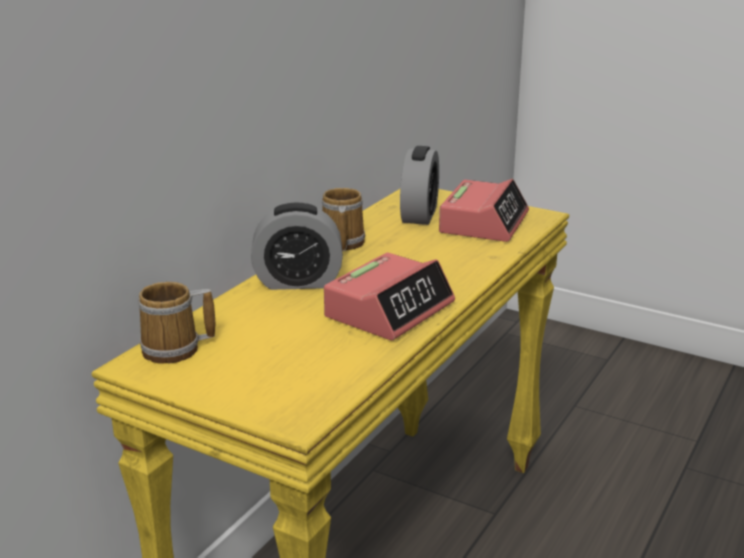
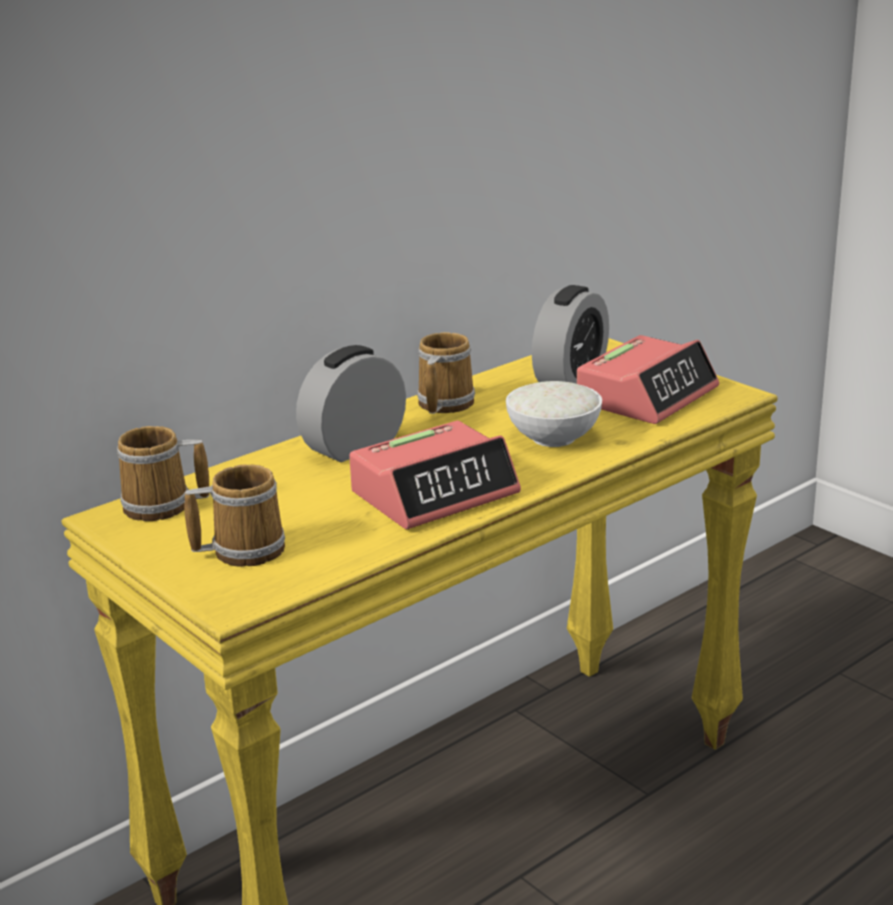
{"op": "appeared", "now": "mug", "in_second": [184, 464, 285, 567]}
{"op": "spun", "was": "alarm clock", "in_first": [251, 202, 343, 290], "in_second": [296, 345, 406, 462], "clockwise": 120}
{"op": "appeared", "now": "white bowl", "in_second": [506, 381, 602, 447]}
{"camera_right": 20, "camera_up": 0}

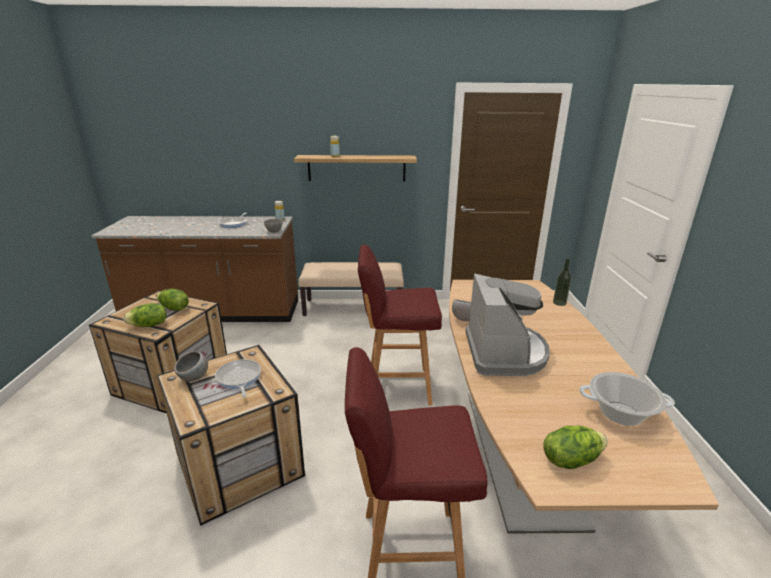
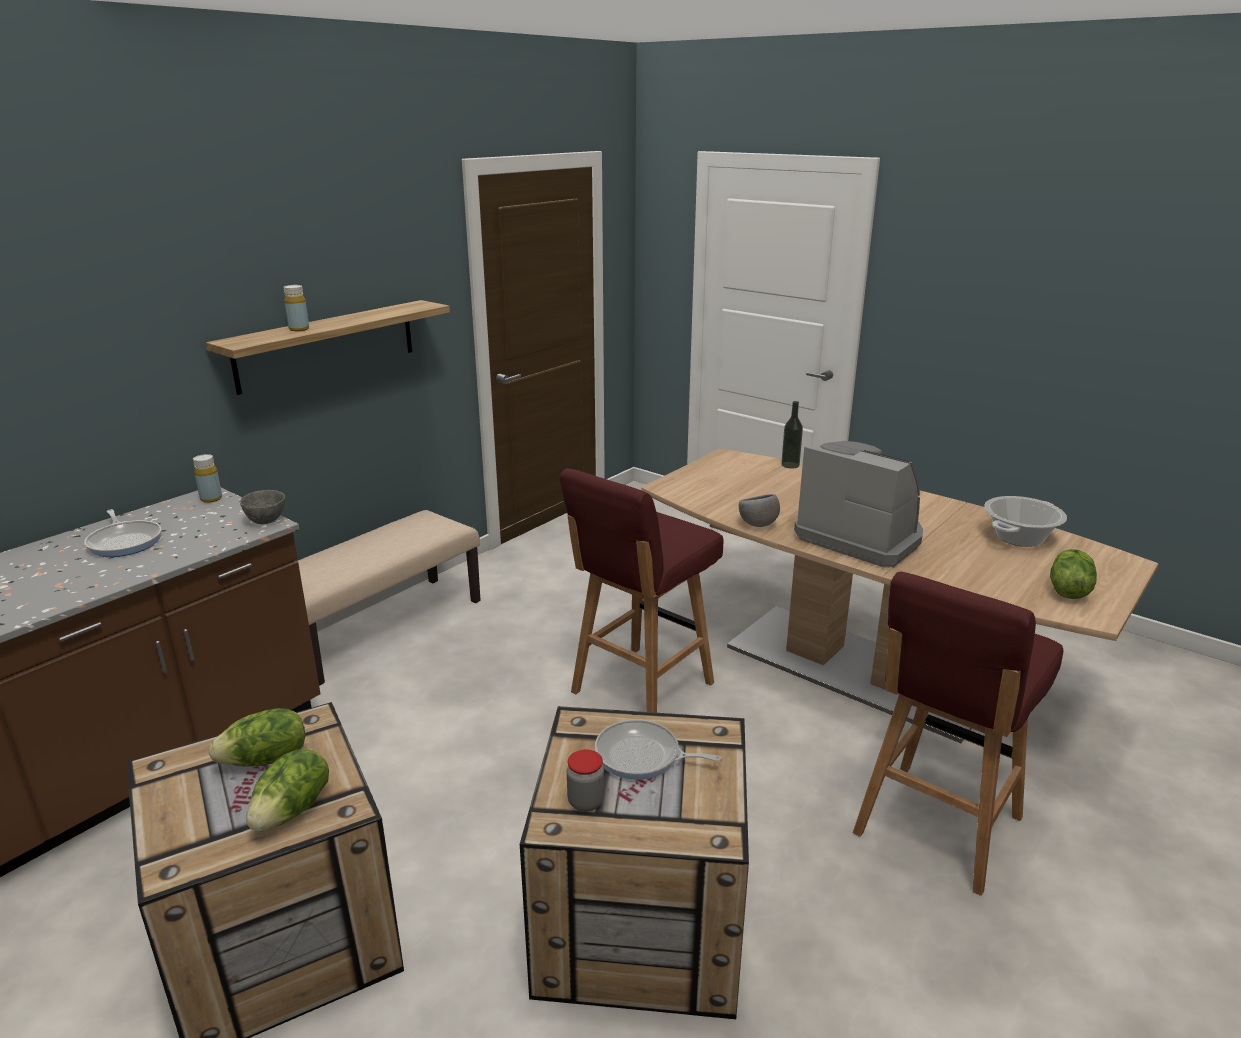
{"op": "exchanged", "was": "grey bowl", "now": "jar", "in_first": [174, 351, 208, 382], "in_second": [567, 749, 604, 812]}
{"camera_right": -50, "camera_up": 0}

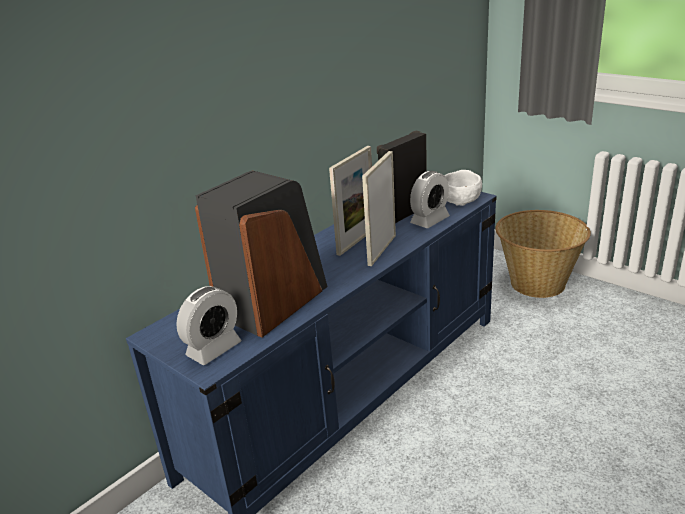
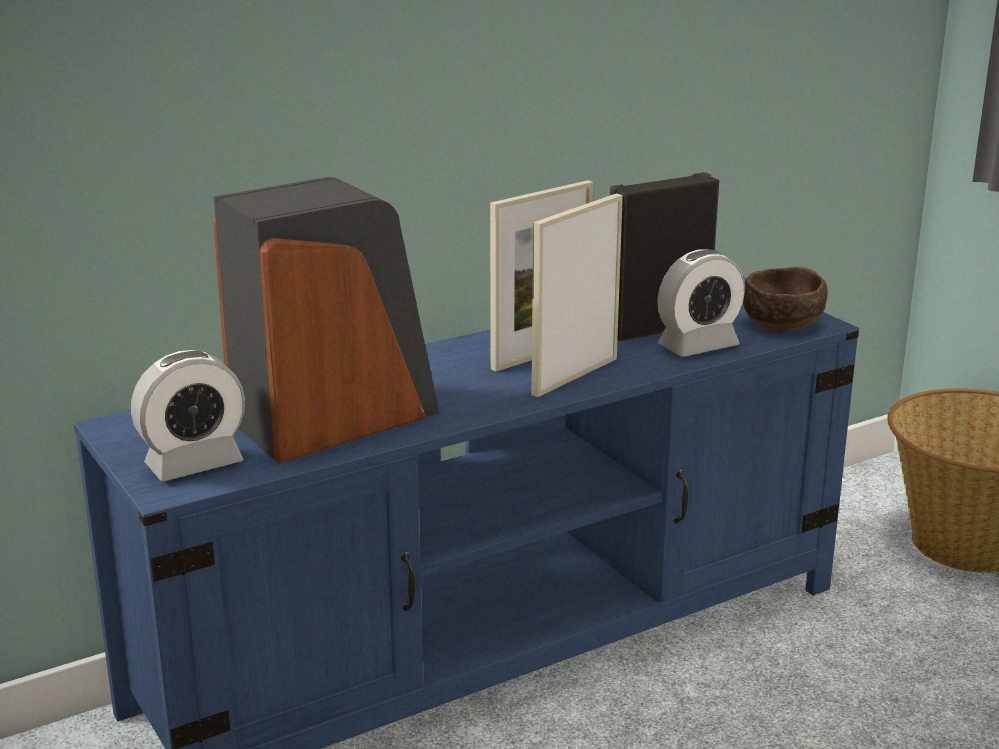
{"op": "colour", "was": "white bowl", "now": "brown bowl", "in_first": [444, 170, 482, 206], "in_second": [743, 266, 828, 333]}
{"camera_right": 15, "camera_up": -5}

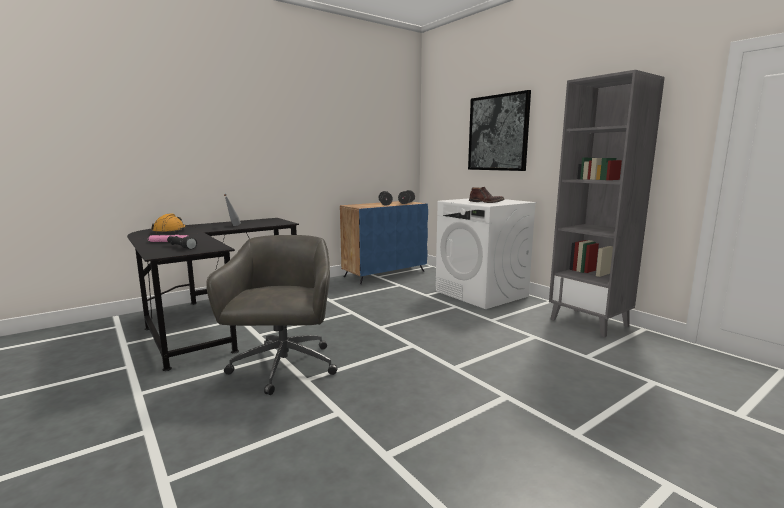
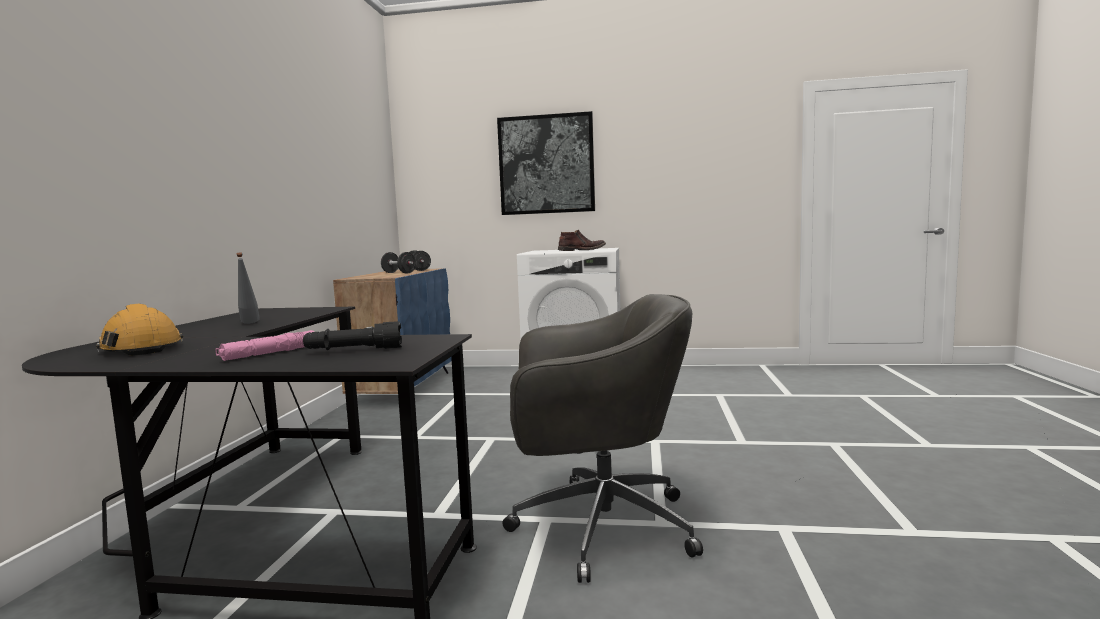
{"op": "spun", "was": "grey office chair", "in_first": [206, 235, 338, 395], "in_second": [502, 294, 703, 583], "clockwise": 135}
{"op": "missing", "was": "grey bookcase", "in_first": [549, 70, 665, 338]}
{"camera_right": -45, "camera_up": -5}

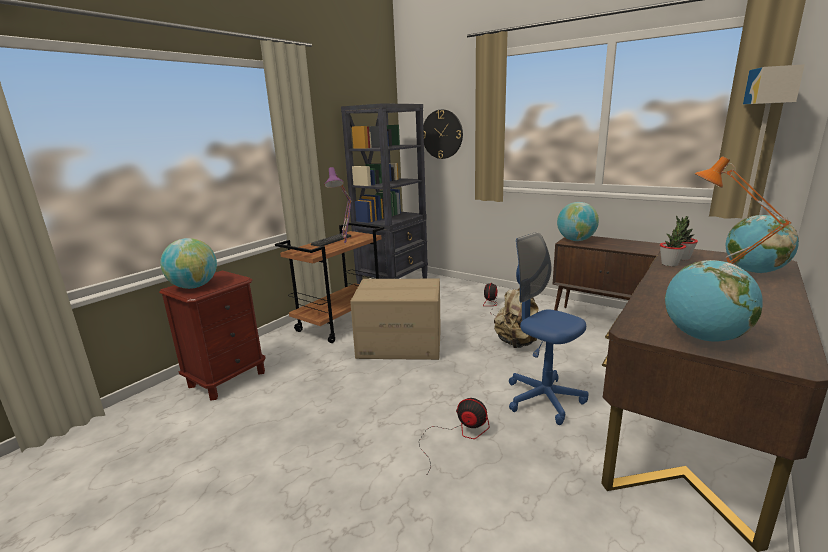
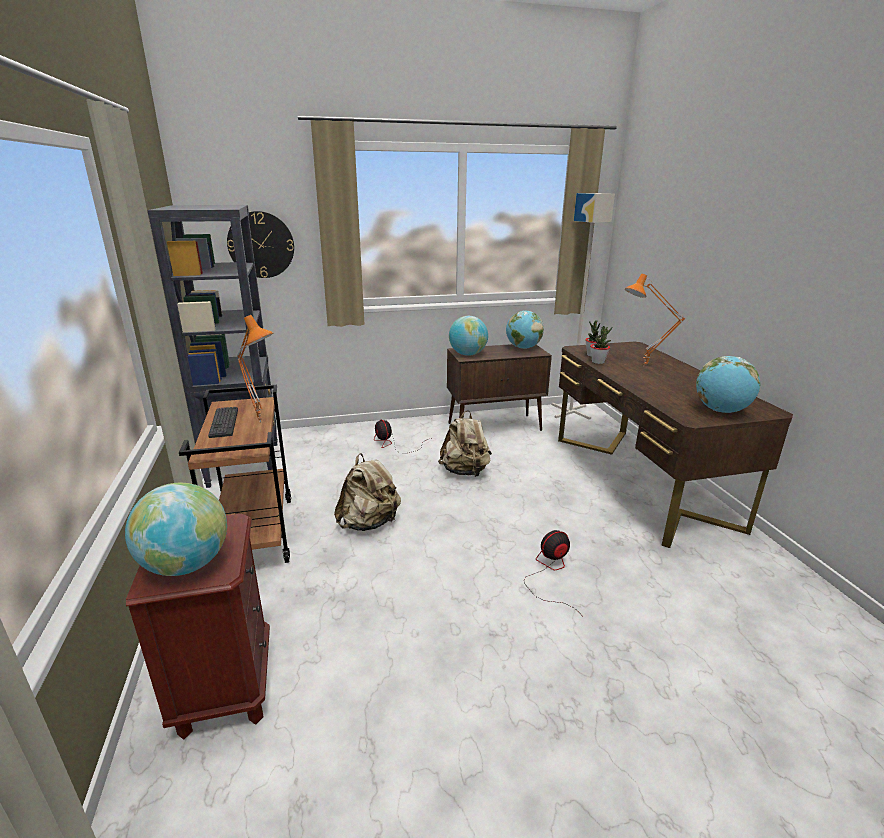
{"op": "colour", "was": "purple table lamp", "now": "orange table lamp", "in_first": [324, 167, 352, 243], "in_second": [237, 315, 273, 423]}
{"op": "exchanged", "was": "cardboard box", "now": "beige backpack", "in_first": [350, 279, 441, 360], "in_second": [334, 453, 401, 531]}
{"op": "relocated", "was": "globe", "in_first": [726, 215, 799, 273], "in_second": [506, 311, 544, 349]}
{"op": "missing", "was": "blue office chair", "in_first": [509, 232, 588, 425]}
{"camera_right": -50, "camera_up": 5}

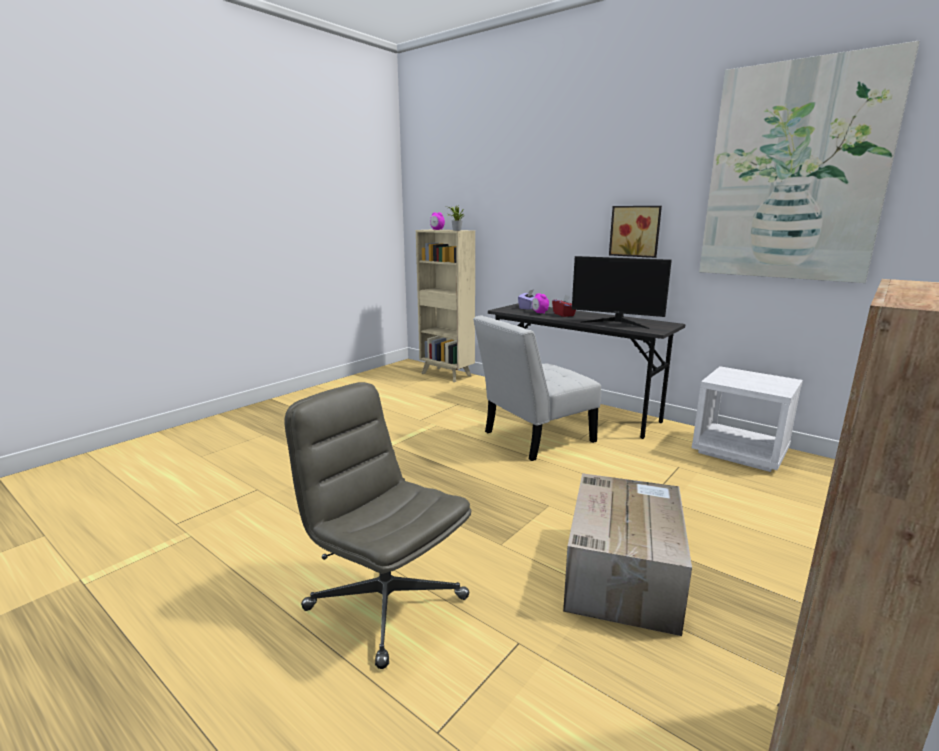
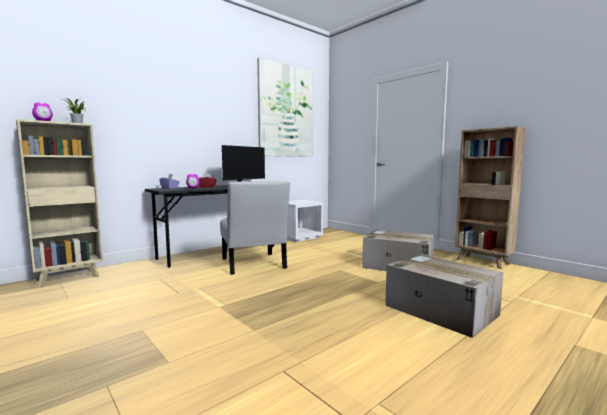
{"op": "exchanged", "was": "grey office chair", "now": "cardboard box", "in_first": [285, 382, 471, 669], "in_second": [385, 254, 503, 338]}
{"op": "missing", "was": "picture", "in_first": [609, 206, 662, 258]}
{"camera_right": -80, "camera_up": -10}

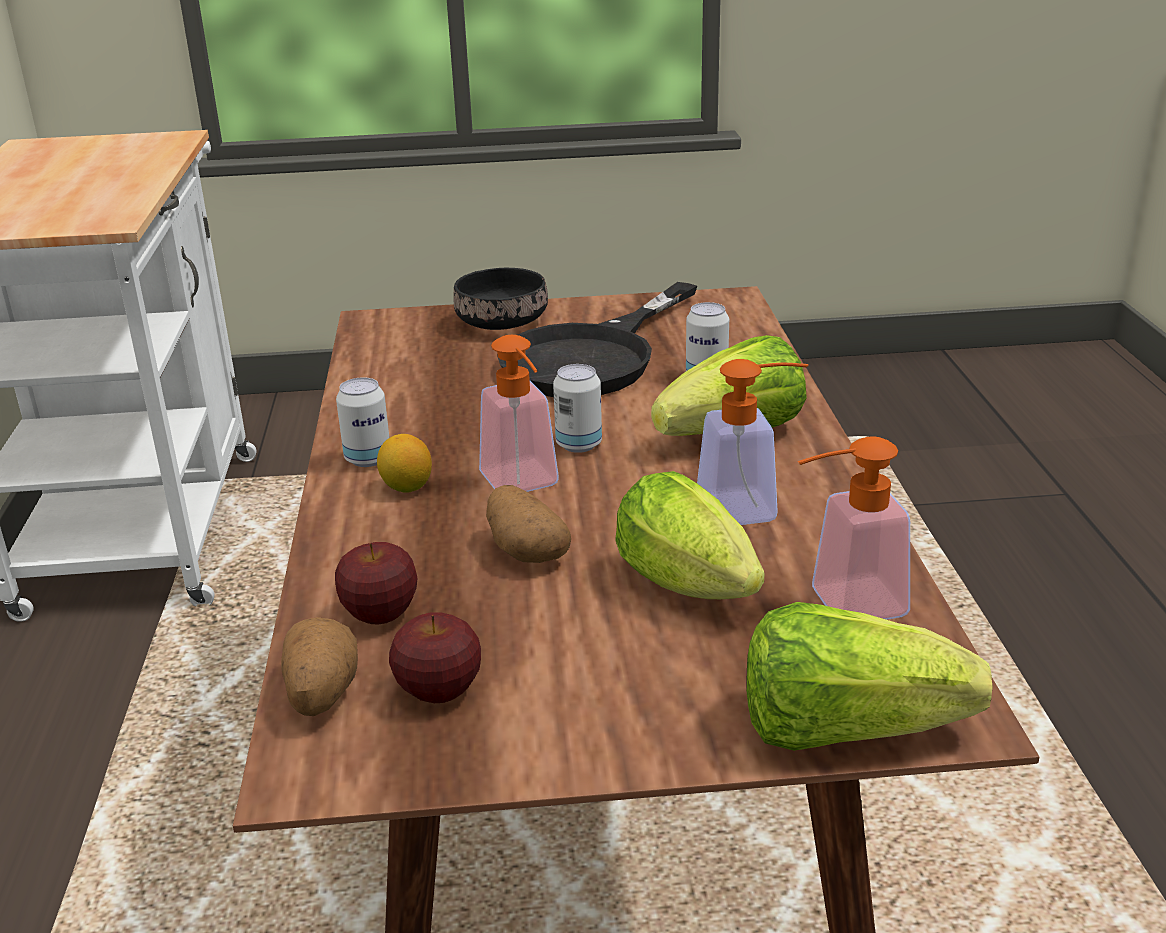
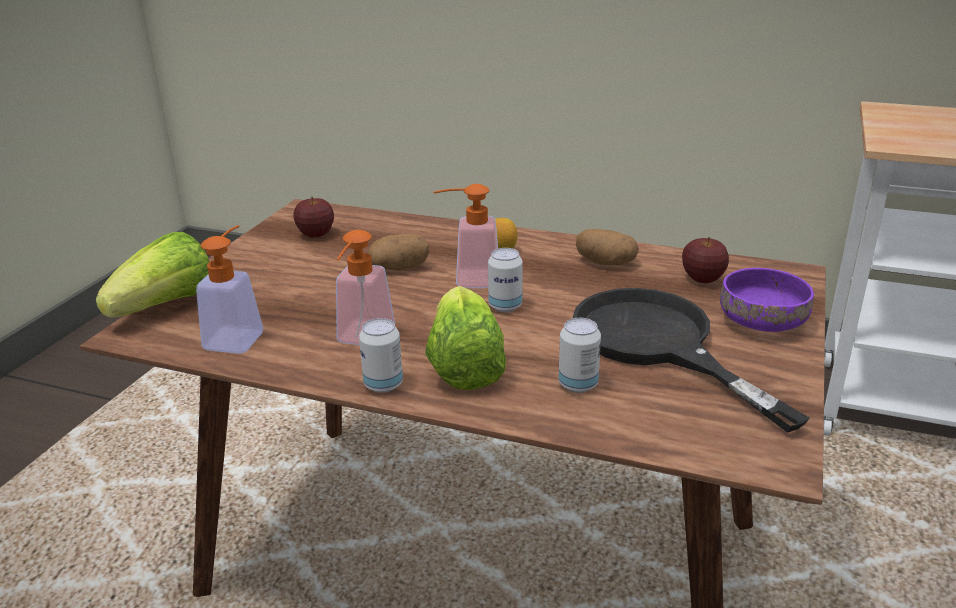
{"op": "relocated", "was": "can", "in_first": [336, 377, 389, 467], "in_second": [359, 318, 403, 393]}
{"op": "relocated", "was": "potato", "in_first": [281, 617, 358, 716], "in_second": [576, 229, 639, 266]}
{"op": "relocated", "was": "apple", "in_first": [335, 542, 417, 625], "in_second": [682, 237, 729, 283]}
{"op": "colour", "was": "black bowl", "now": "purple bowl", "in_first": [454, 268, 548, 330], "in_second": [720, 268, 814, 332]}
{"op": "missing", "was": "lettuce", "in_first": [615, 471, 764, 599]}
{"camera_right": 115, "camera_up": 0}

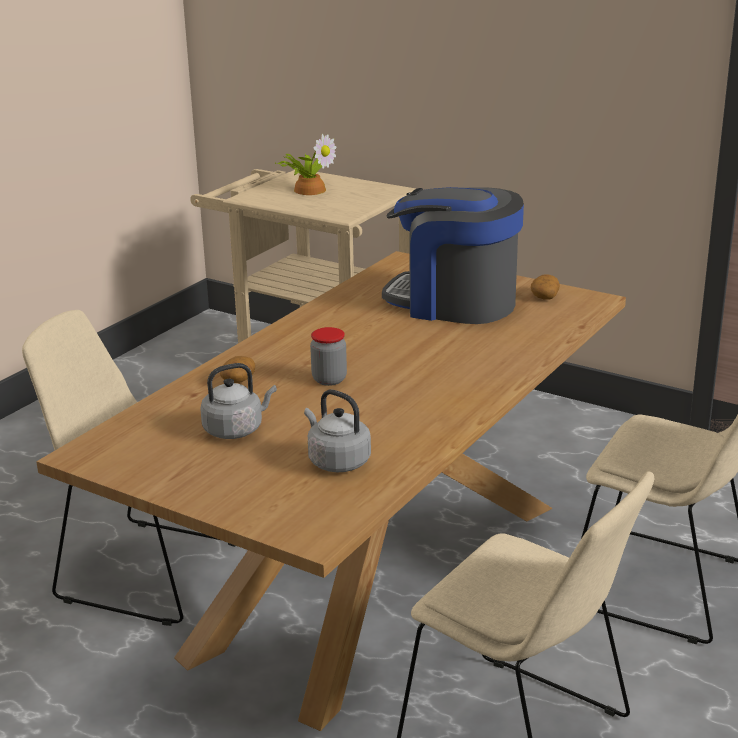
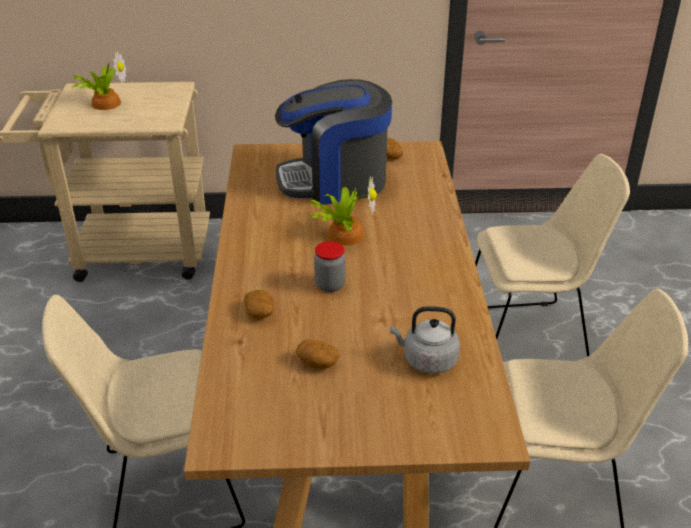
{"op": "exchanged", "was": "grey kettle", "now": "potato", "in_first": [200, 363, 277, 439], "in_second": [296, 339, 340, 369]}
{"op": "appeared", "now": "potted plant", "in_second": [310, 176, 377, 245]}
{"camera_right": -35, "camera_up": 10}

